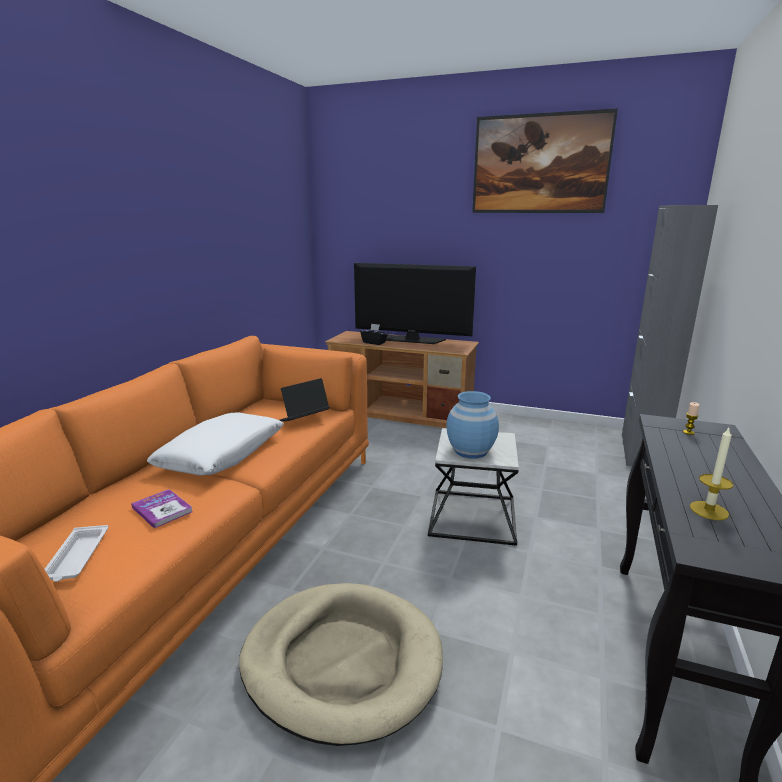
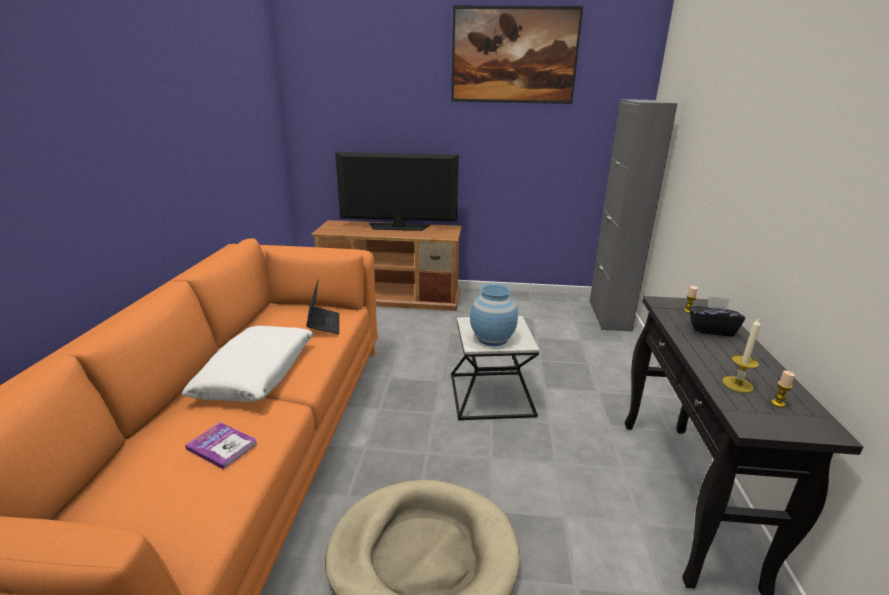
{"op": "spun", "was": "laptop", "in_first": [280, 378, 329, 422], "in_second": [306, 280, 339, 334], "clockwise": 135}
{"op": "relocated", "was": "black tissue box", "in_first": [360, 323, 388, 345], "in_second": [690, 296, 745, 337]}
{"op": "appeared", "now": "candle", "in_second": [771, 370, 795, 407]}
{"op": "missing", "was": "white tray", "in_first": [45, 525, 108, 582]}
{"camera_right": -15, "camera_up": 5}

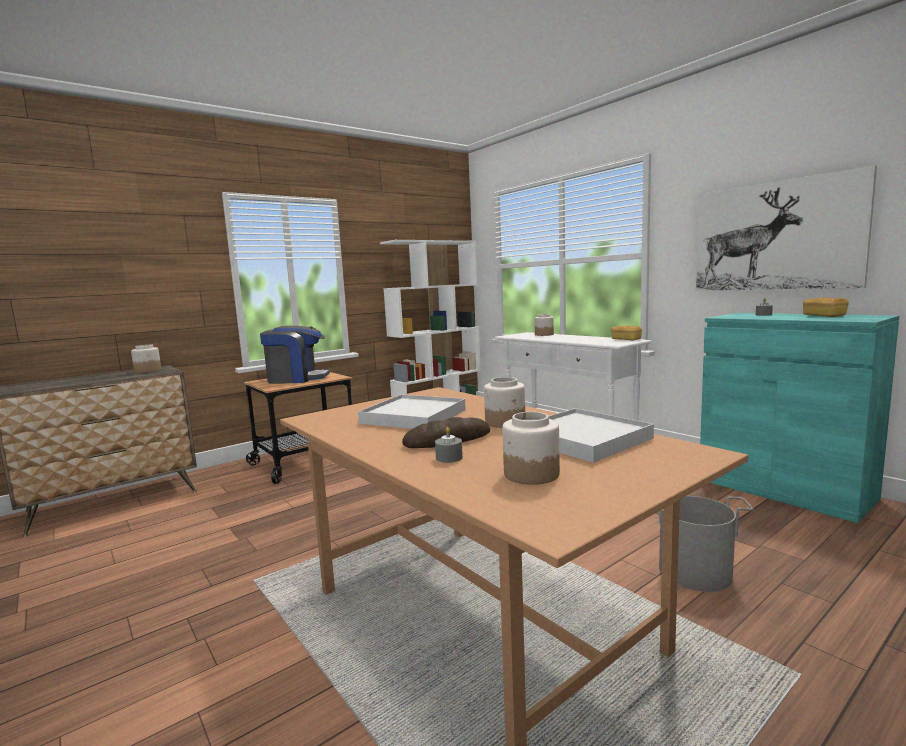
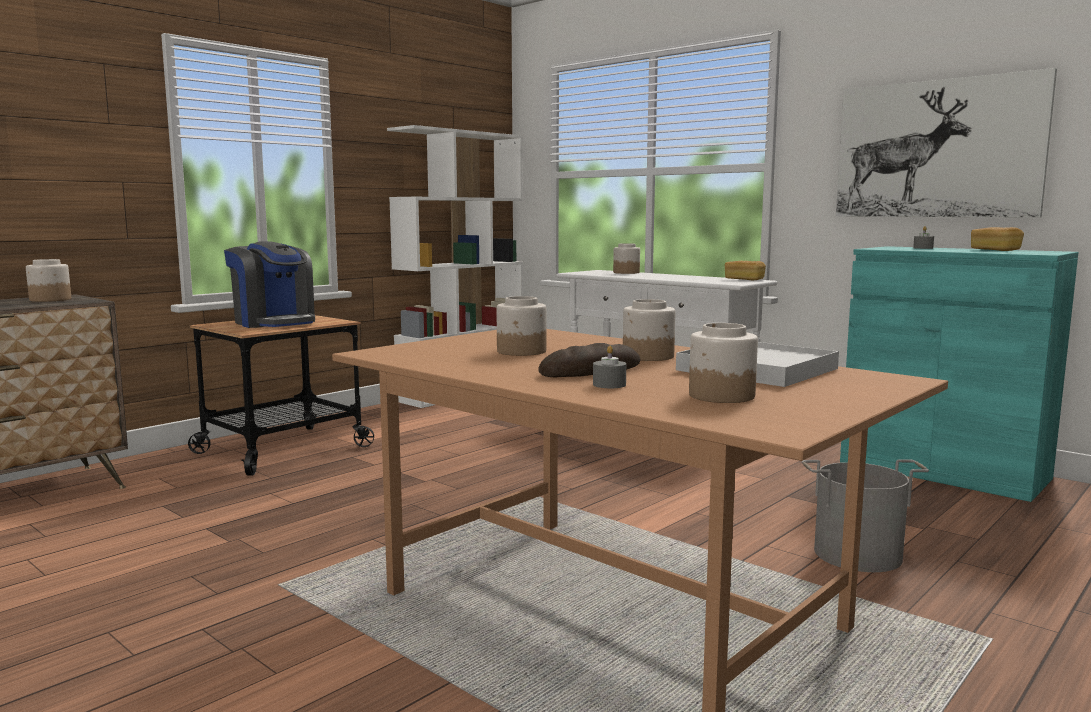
{"op": "spun", "was": "coffee machine", "in_first": [260, 326, 330, 384], "in_second": [224, 241, 315, 328], "clockwise": 60}
{"op": "exchanged", "was": "white tray", "now": "jar", "in_first": [358, 394, 466, 429], "in_second": [497, 296, 547, 356]}
{"camera_right": -10, "camera_up": 0}

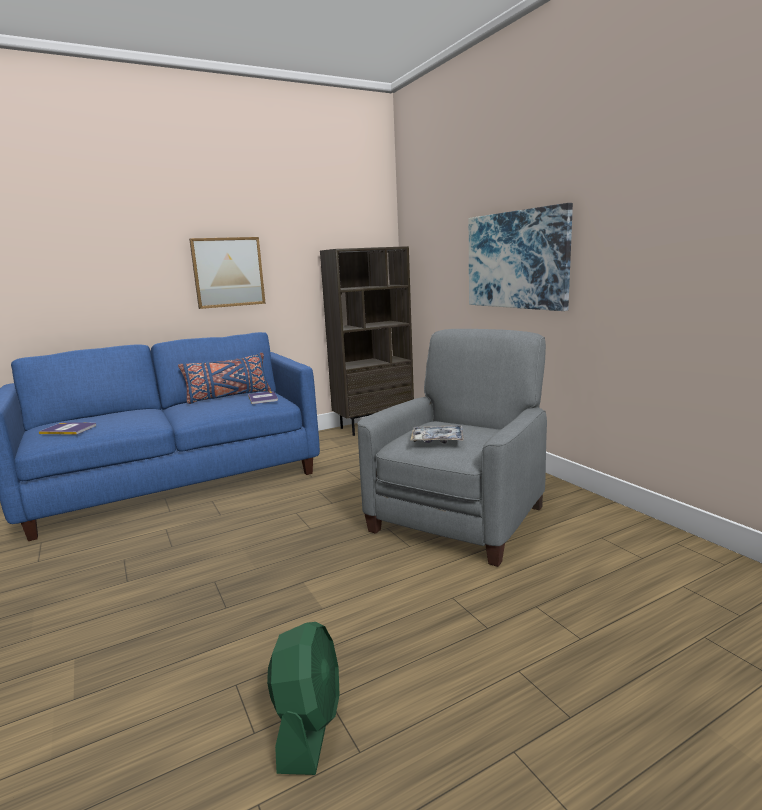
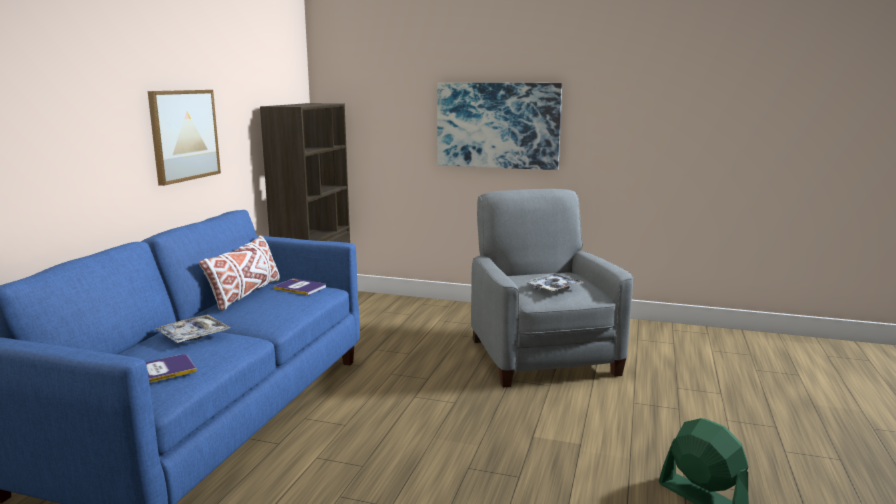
{"op": "appeared", "now": "tray", "in_second": [155, 315, 231, 343]}
{"op": "colour", "was": "blue pillow", "now": "white pillow", "in_first": [178, 353, 271, 404], "in_second": [199, 235, 280, 311]}
{"camera_right": -45, "camera_up": 0}

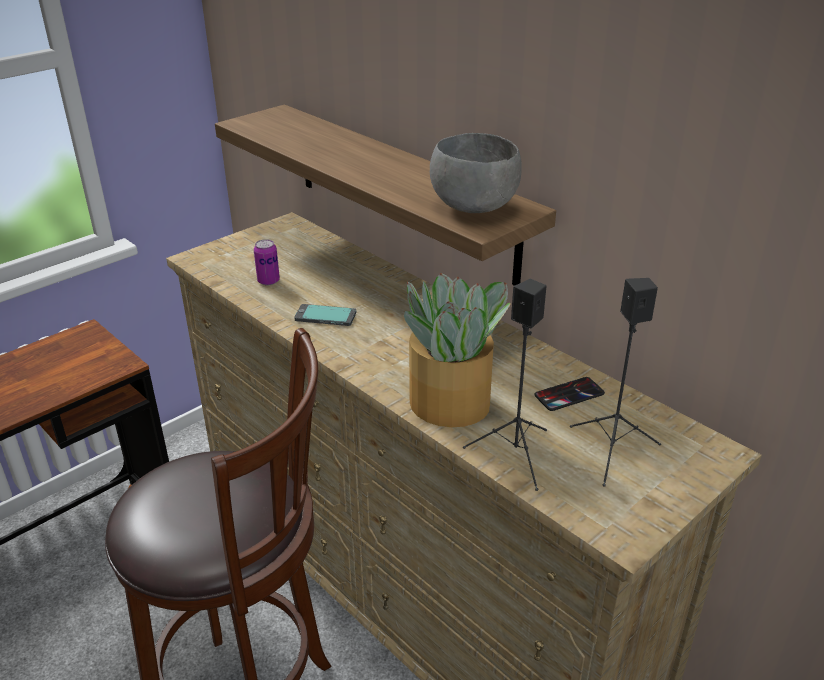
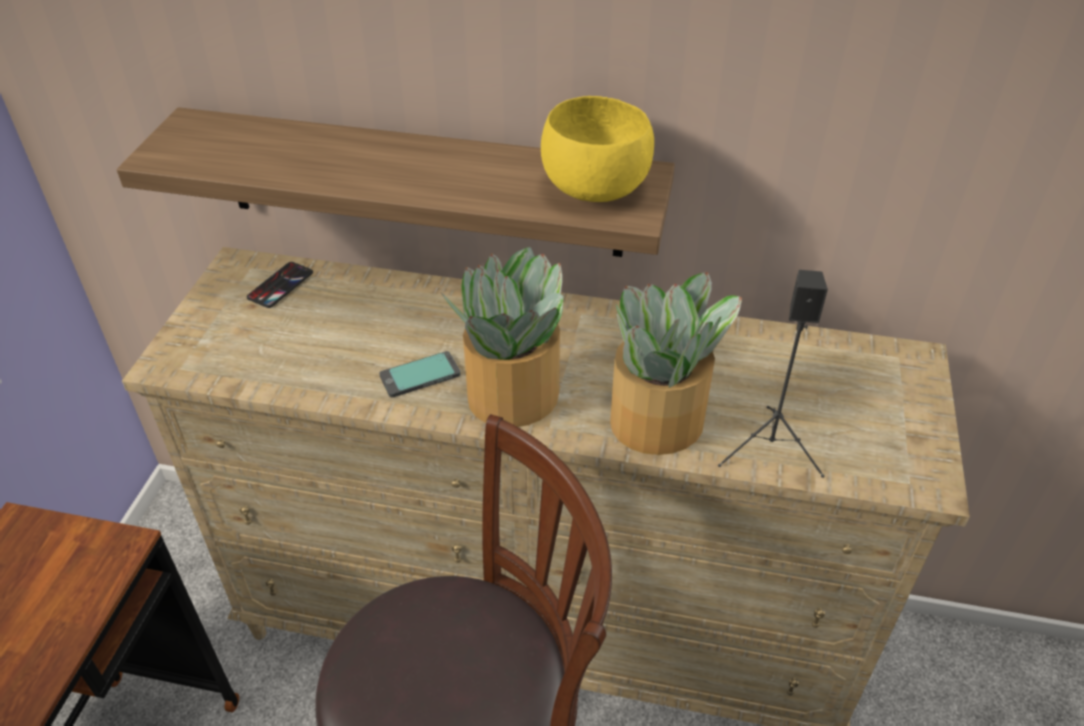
{"op": "relocated", "was": "phone", "in_first": [534, 377, 605, 411], "in_second": [247, 262, 313, 308]}
{"op": "appeared", "now": "potted plant", "in_second": [440, 247, 563, 427]}
{"op": "colour", "was": "grey bowl", "now": "yellow bowl", "in_first": [430, 133, 522, 213], "in_second": [541, 96, 654, 202]}
{"op": "missing", "was": "can", "in_first": [254, 239, 280, 285]}
{"op": "missing", "was": "black speaker", "in_first": [570, 278, 661, 487]}
{"camera_right": -35, "camera_up": 10}

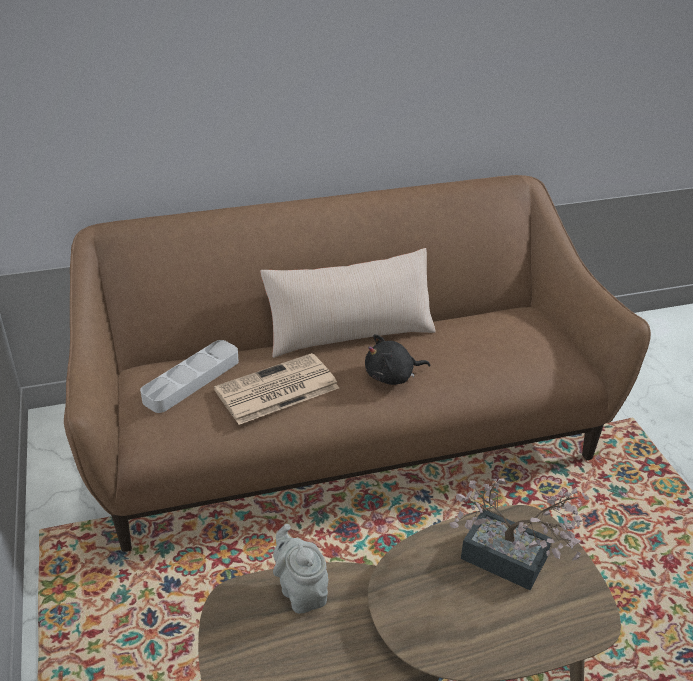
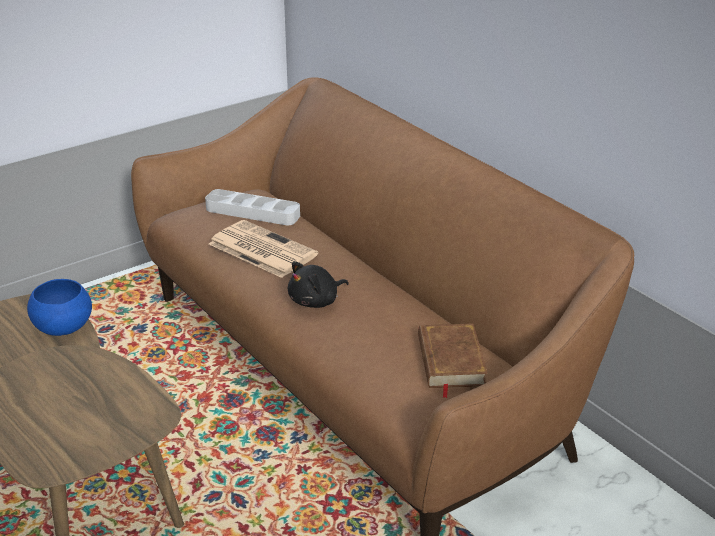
{"op": "exchanged", "was": "grey teapot", "now": "blue bowl", "in_first": [273, 524, 328, 614], "in_second": [27, 279, 92, 336]}
{"op": "spun", "was": "black plush toy", "in_first": [365, 334, 430, 385], "in_second": [288, 261, 349, 308], "clockwise": -90}
{"op": "appeared", "now": "brown book", "in_second": [418, 323, 488, 398]}
{"op": "missing", "was": "beige pillow", "in_first": [260, 248, 436, 358]}
{"op": "missing", "was": "potted plant", "in_first": [449, 478, 589, 590]}
{"camera_right": 70, "camera_up": -5}

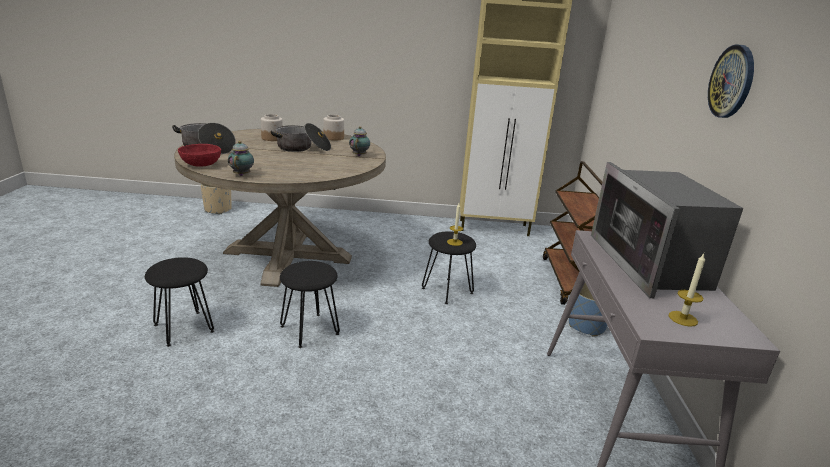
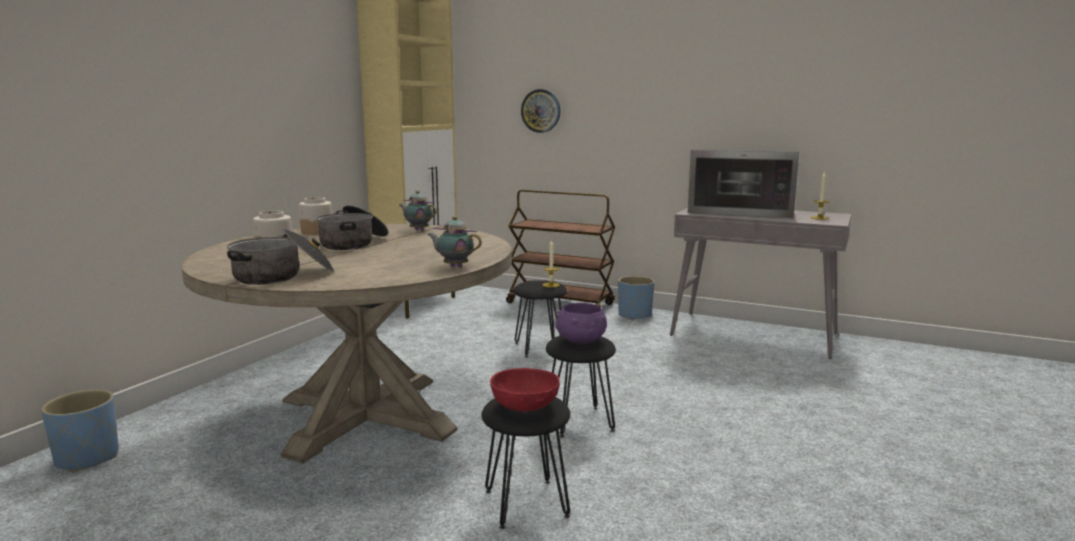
{"op": "colour", "was": "beige planter", "now": "blue planter", "in_first": [200, 183, 232, 214], "in_second": [41, 390, 119, 472]}
{"op": "relocated", "was": "red bowl", "in_first": [178, 144, 221, 167], "in_second": [490, 368, 560, 412]}
{"op": "relocated", "was": "wall clock", "in_first": [708, 44, 754, 118], "in_second": [521, 89, 561, 133]}
{"op": "appeared", "now": "purple bowl", "in_second": [555, 303, 607, 344]}
{"camera_right": -65, "camera_up": -10}

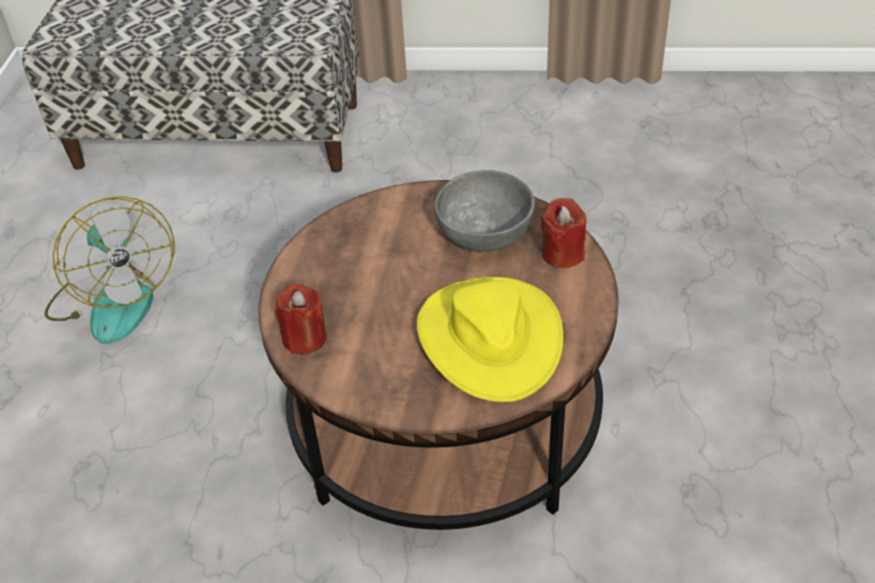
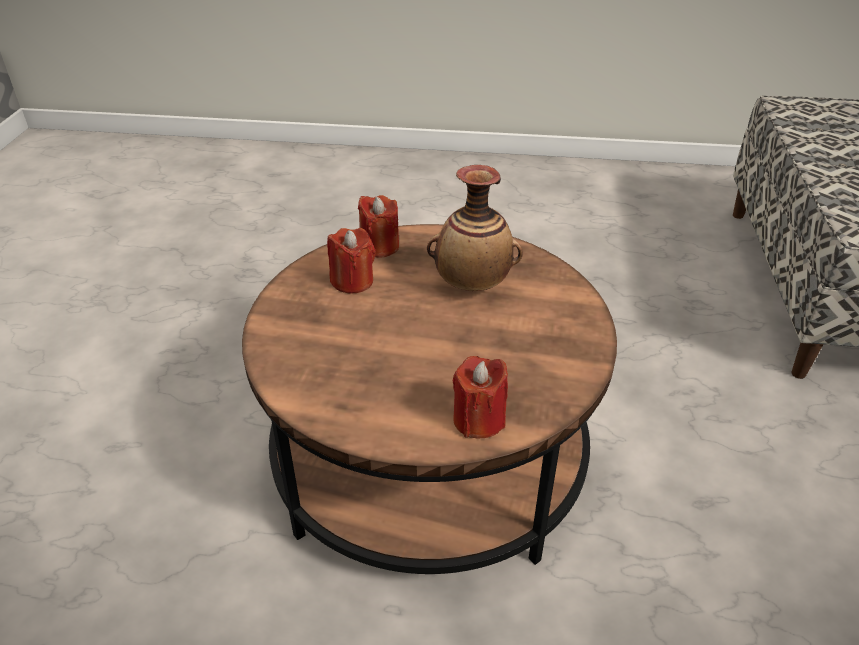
{"op": "appeared", "now": "red candle", "in_second": [327, 228, 375, 294]}
{"op": "appeared", "now": "vase", "in_second": [427, 165, 523, 291]}
{"op": "missing", "was": "fan", "in_first": [44, 196, 174, 344]}
{"op": "missing", "was": "yellow hat", "in_first": [417, 277, 563, 402]}
{"op": "missing", "was": "grey bowl", "in_first": [434, 170, 535, 252]}
{"camera_right": 90, "camera_up": -5}

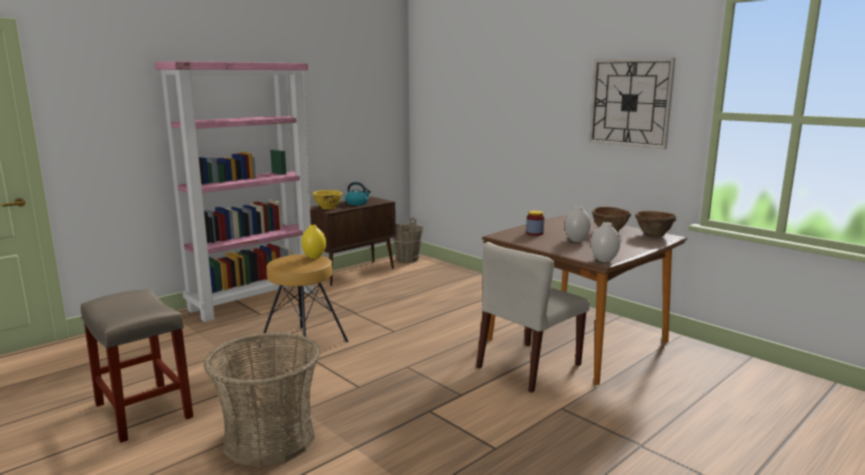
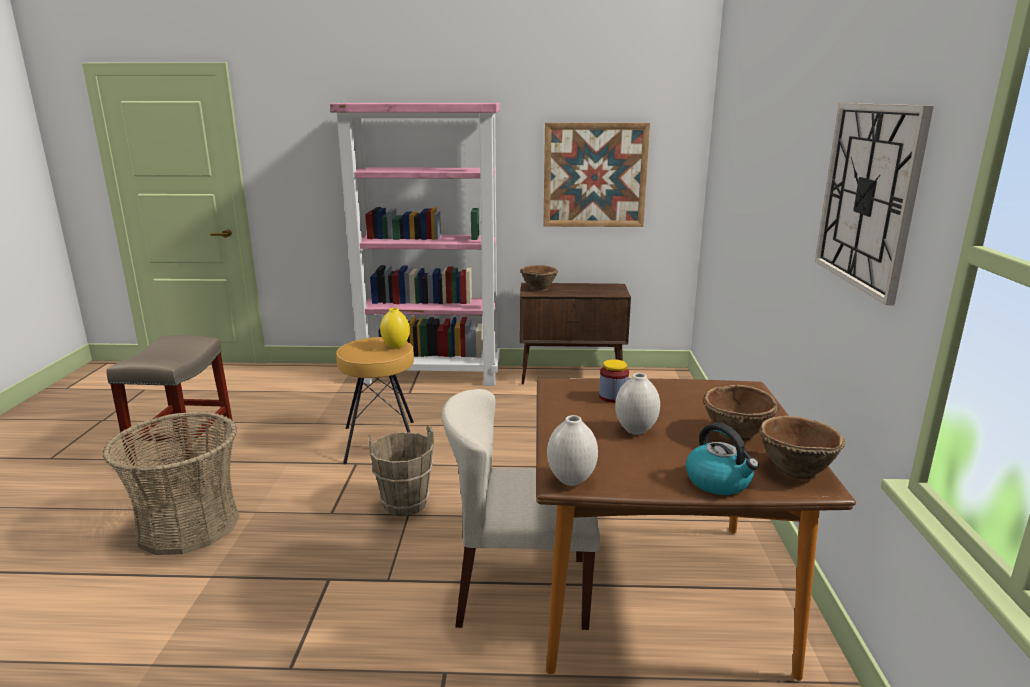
{"op": "relocated", "was": "brown bucket", "in_first": [393, 218, 423, 263], "in_second": [369, 426, 434, 516]}
{"op": "colour", "was": "yellow bowl", "now": "brown bowl", "in_first": [312, 190, 343, 209], "in_second": [520, 265, 558, 291]}
{"op": "appeared", "now": "picture", "in_second": [543, 123, 650, 227]}
{"op": "relocated", "was": "kettle", "in_first": [345, 182, 371, 205], "in_second": [686, 423, 759, 495]}
{"camera_right": 45, "camera_up": 5}

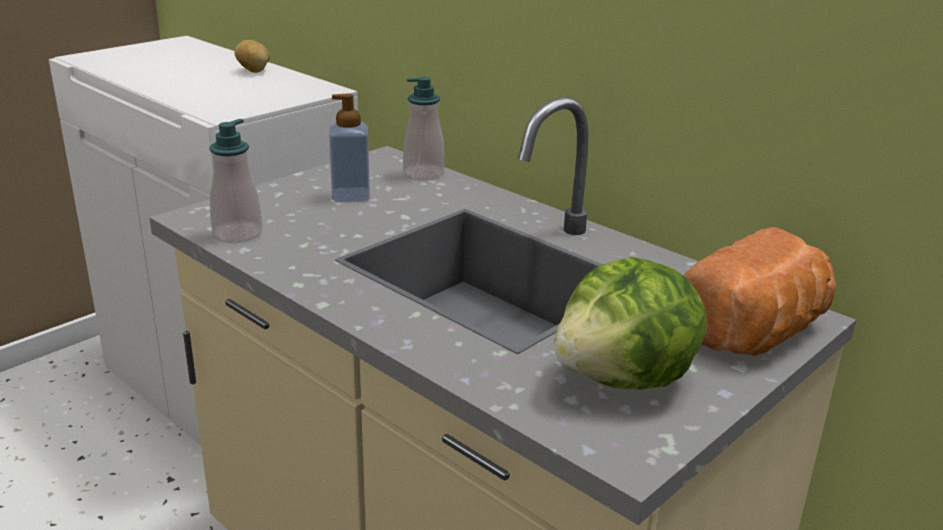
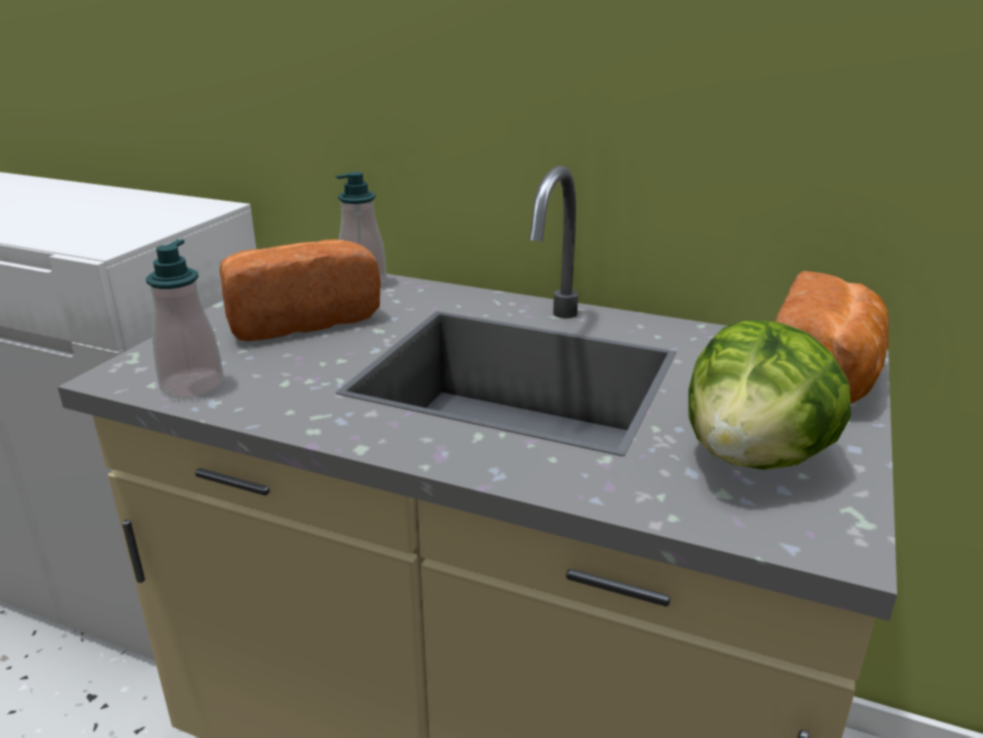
{"op": "exchanged", "was": "soap dispenser", "now": "bread", "in_first": [329, 94, 370, 202], "in_second": [220, 239, 381, 341]}
{"op": "missing", "was": "potato", "in_first": [234, 40, 270, 73]}
{"camera_right": -20, "camera_up": 0}

